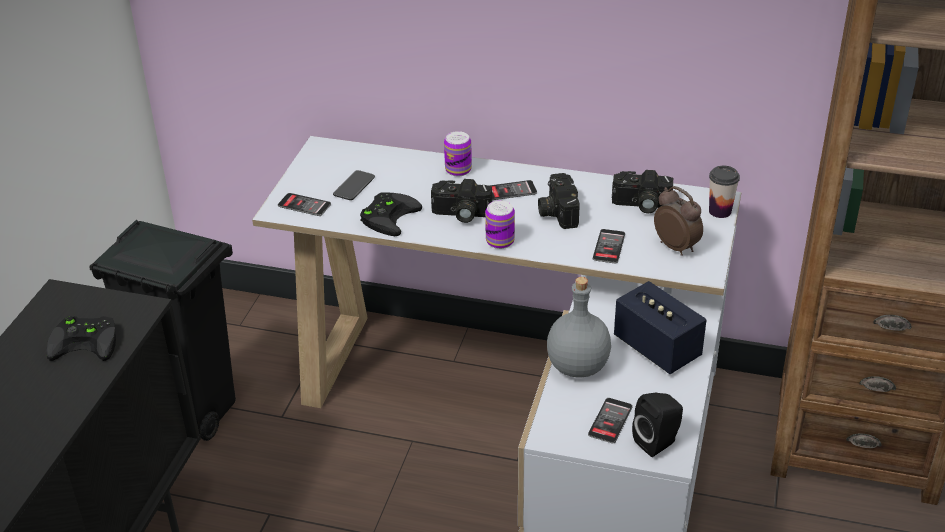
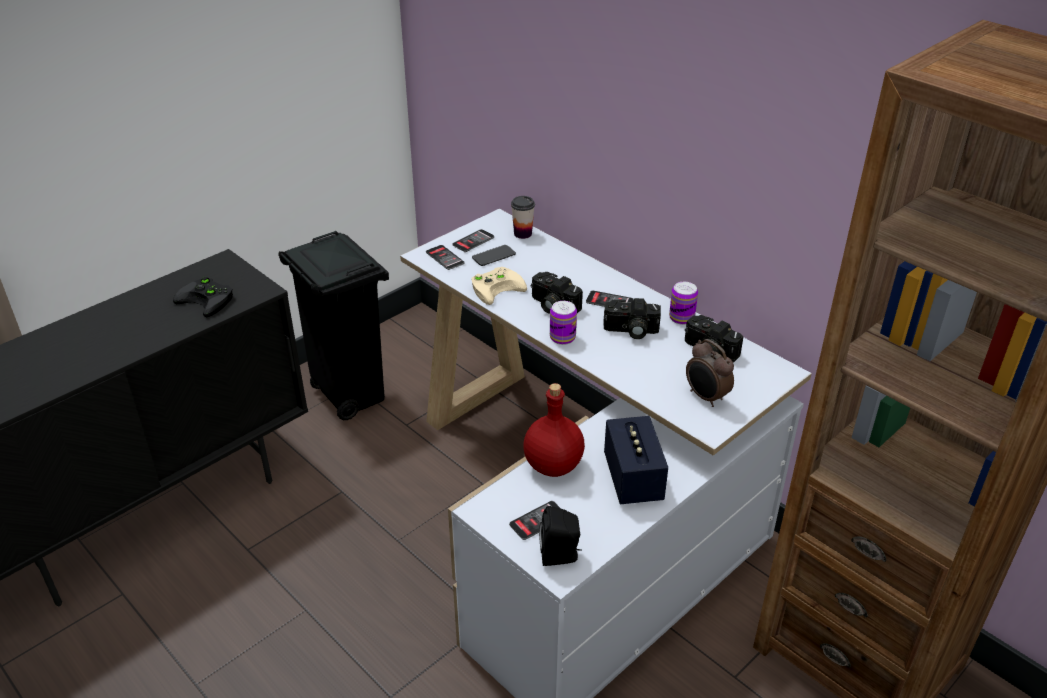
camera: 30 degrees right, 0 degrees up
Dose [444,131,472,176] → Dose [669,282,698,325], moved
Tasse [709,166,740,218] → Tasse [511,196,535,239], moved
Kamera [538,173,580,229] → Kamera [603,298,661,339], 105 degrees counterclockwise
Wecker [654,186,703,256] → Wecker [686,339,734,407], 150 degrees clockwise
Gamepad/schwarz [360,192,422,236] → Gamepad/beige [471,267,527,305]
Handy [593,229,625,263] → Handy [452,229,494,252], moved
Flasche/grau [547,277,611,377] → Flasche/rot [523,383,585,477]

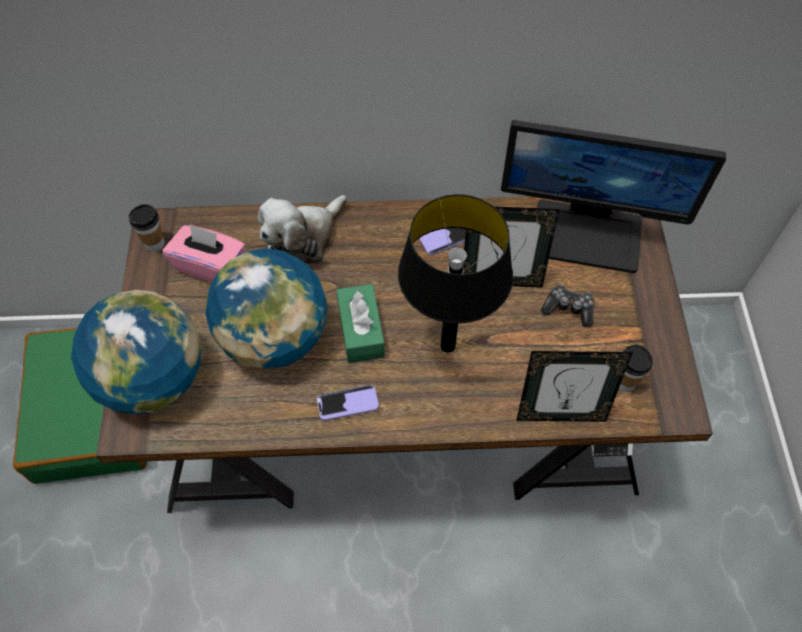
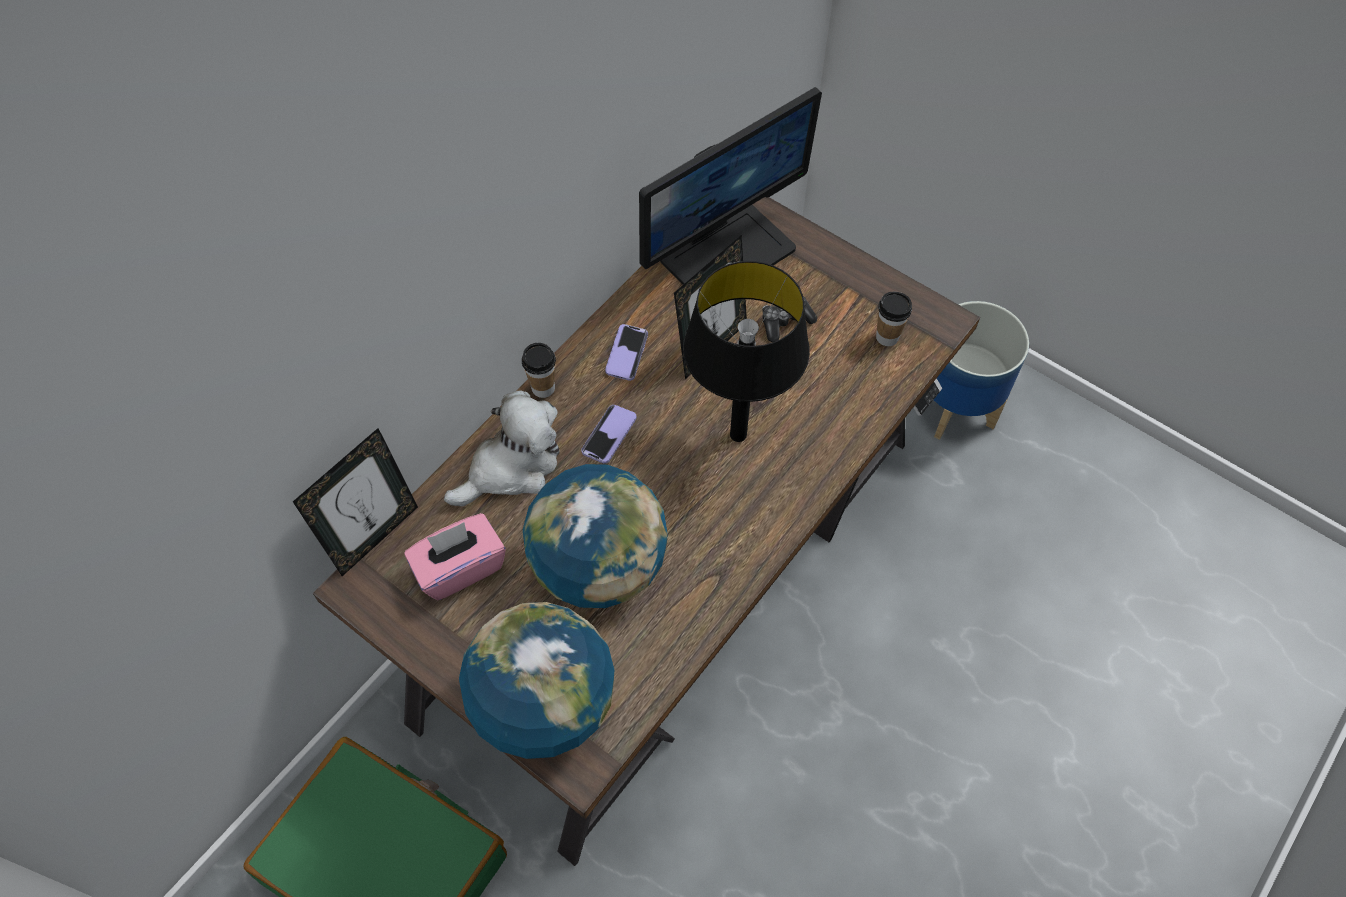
camera: 50 degrees left, 0 degrees up
Plüschtier [258,195,347,264] → Plüschtier [444,390,560,507], 120 degrees counterclockwise
Tasse [129,204,165,252] → Tasse [522,343,556,398], moved
Taschentuchbox/grün [336,284,385,363] → -
Bilderrahmen [516,351,633,422] → Bilderrahmen [293,428,418,576], moved
Handy [317,385,379,421] → Handy [581,405,637,463], moved
- → Pflanzkübel [934,301,1029,440]

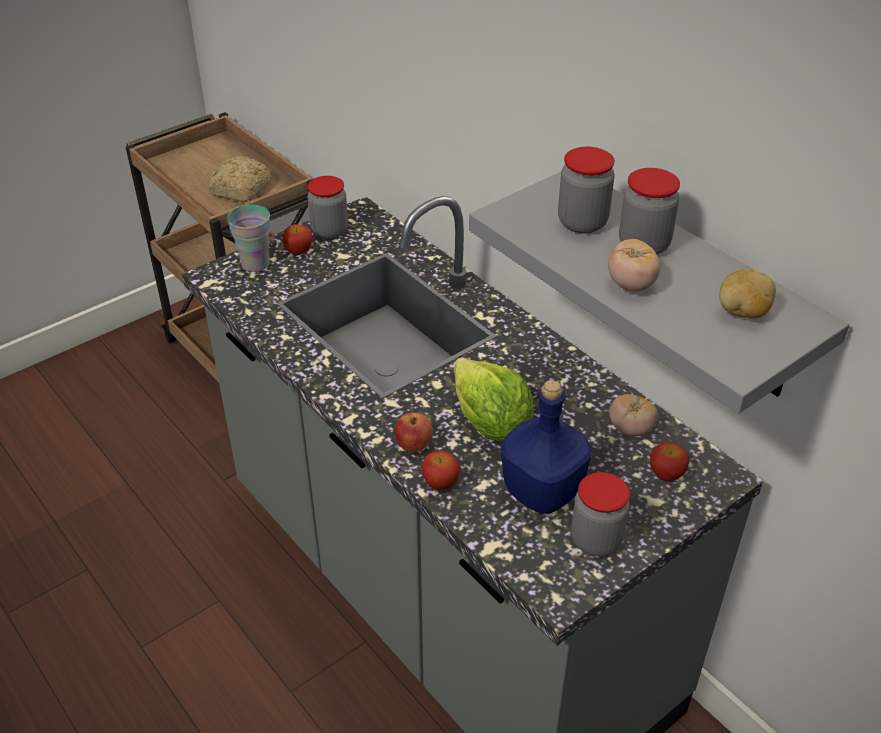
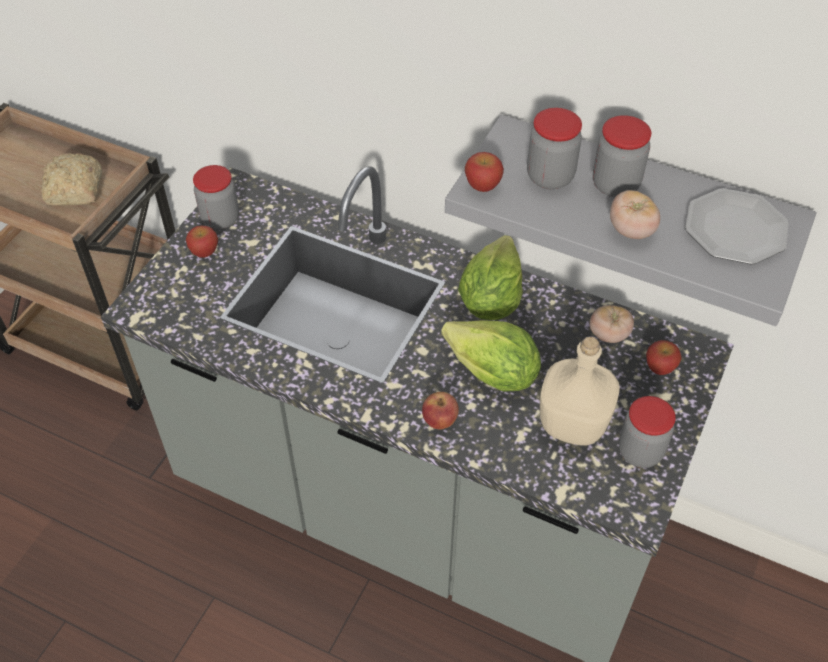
camera: 25 degrees left, 10 degrees up
Tasse [227,205,270,272] → -
Kartoffel [719,269,776,318] → Teller [685,188,788,264]
Flasche/blau [501,380,592,514] → Flasche/beige [540,336,620,446]
Apfel [422,450,460,491] → Apfel [465,152,504,192], moved
- → Salatkopf [458,235,523,320]

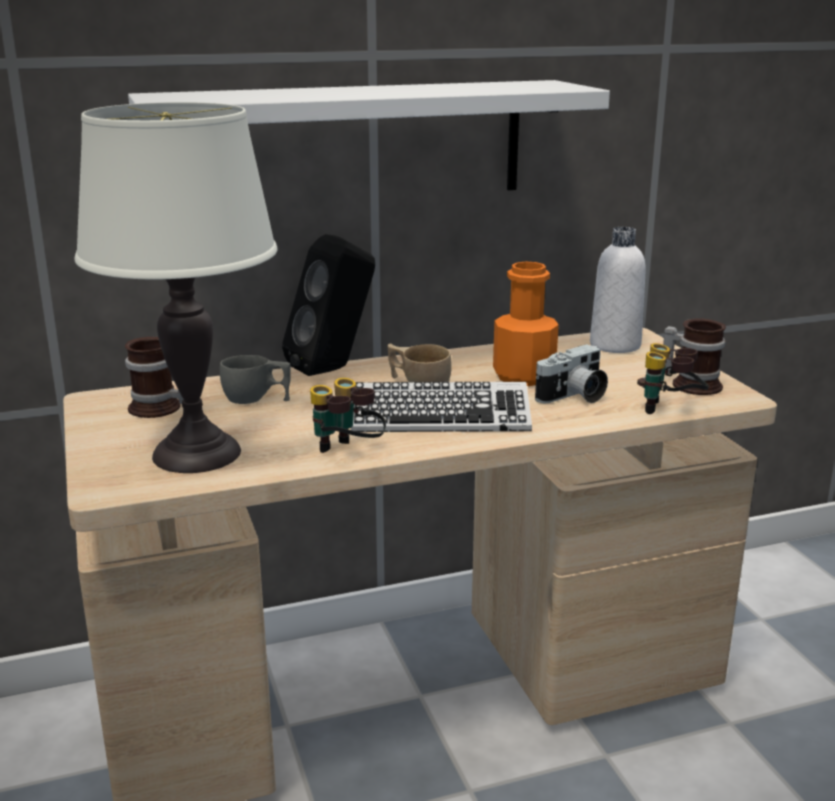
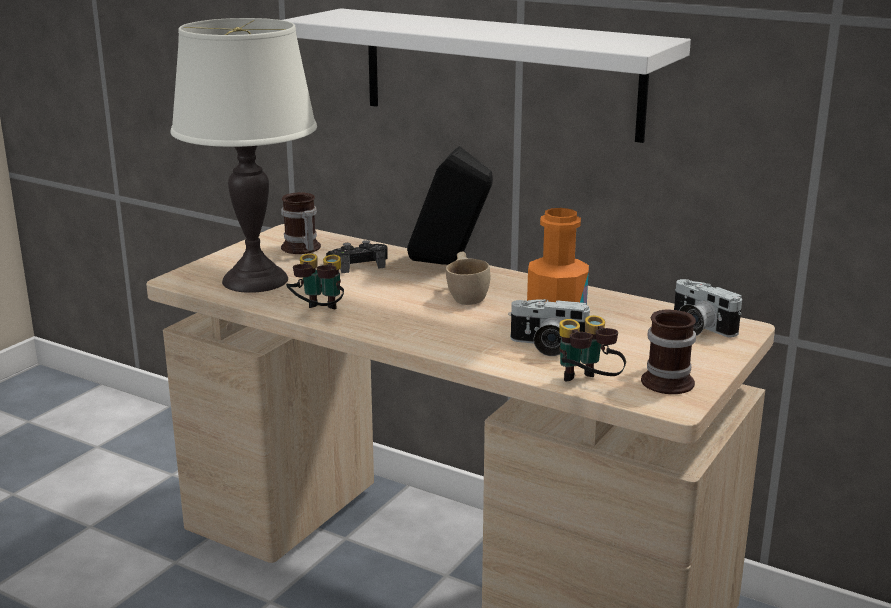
camera: 50 degrees right, 0 degrees up
Flasche/weiß [590,227,646,353] → Kamera [674,279,742,337]
Tasse/grau [220,355,291,404] → Gamepad/schwarz [326,240,388,273]
Tastatur [351,382,532,432] → -

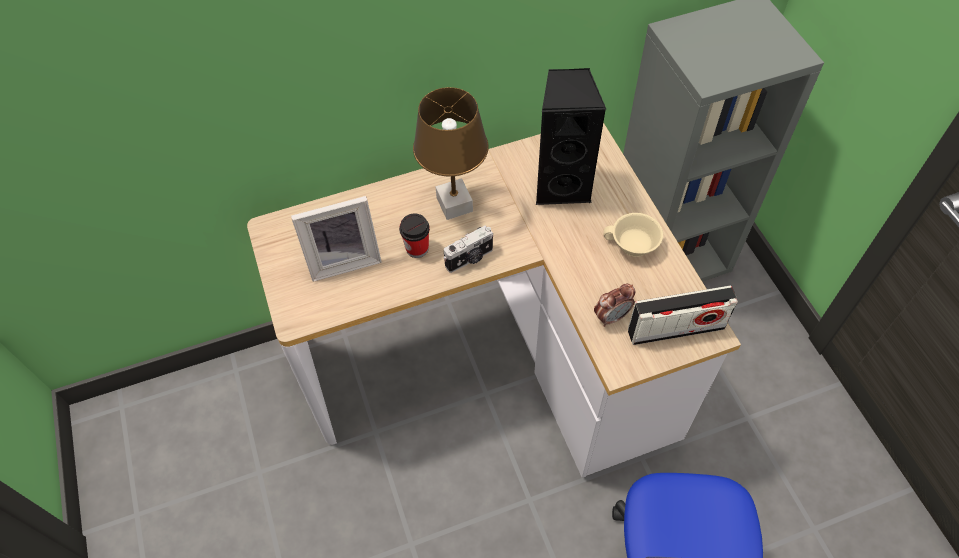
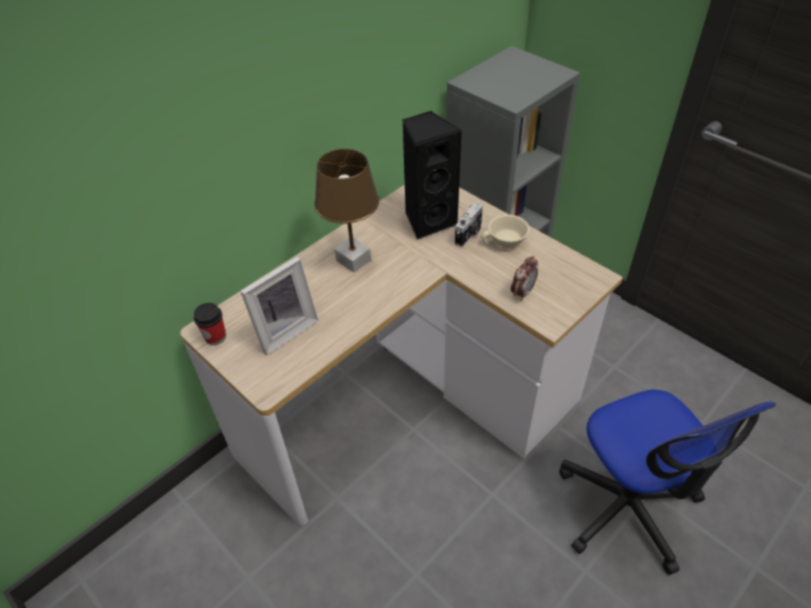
camera: 25 degrees left, 10 degrees down
Tasse [399,214,430,258] → Tasse [194,303,226,345], moved
Kamera [443,226,494,273] → Kamera [455,203,483,247], moved
Radio [628,286,738,345] → -

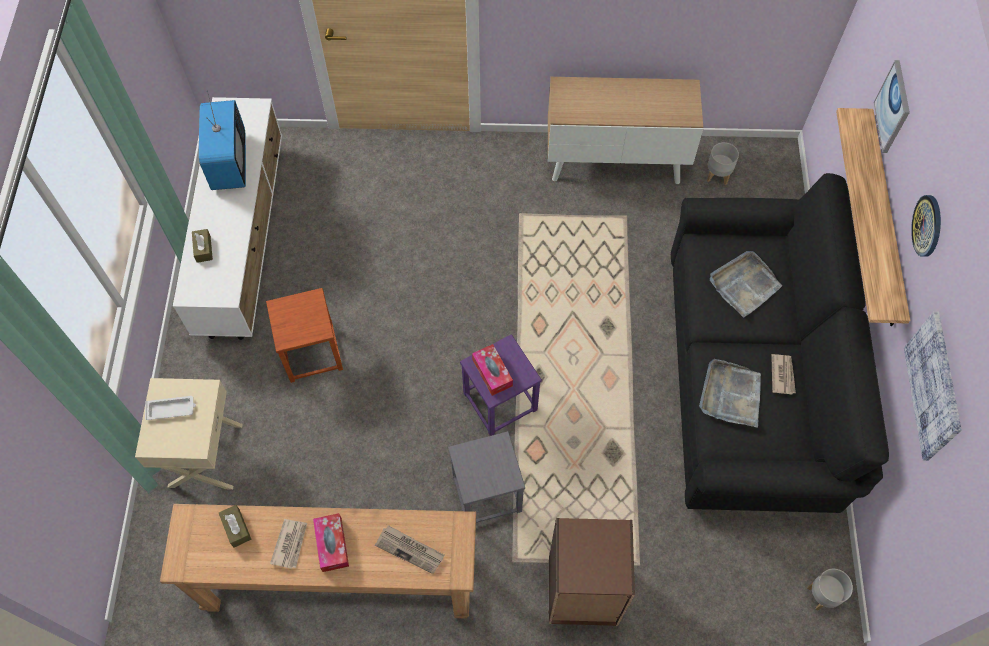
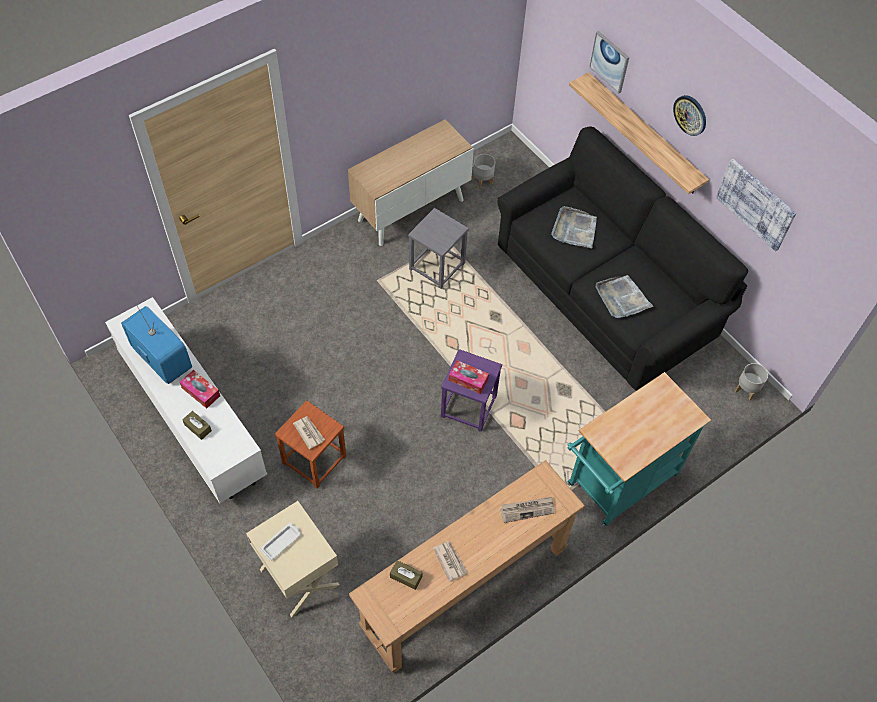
camera: 40 degrees left, 5 degrees down
Zeitung [771,354,796,395] → Zeitung [293,416,325,449], moved
Hocker/grau [448,431,525,523] → Hocker/grau [408,208,469,289], moved
Taschentuchbox [313,513,349,572] → Taschentuchbox [180,370,220,409], moved
Bücherregal/braun [549,518,635,626] → Rollwagen/türkis [567,372,711,526]

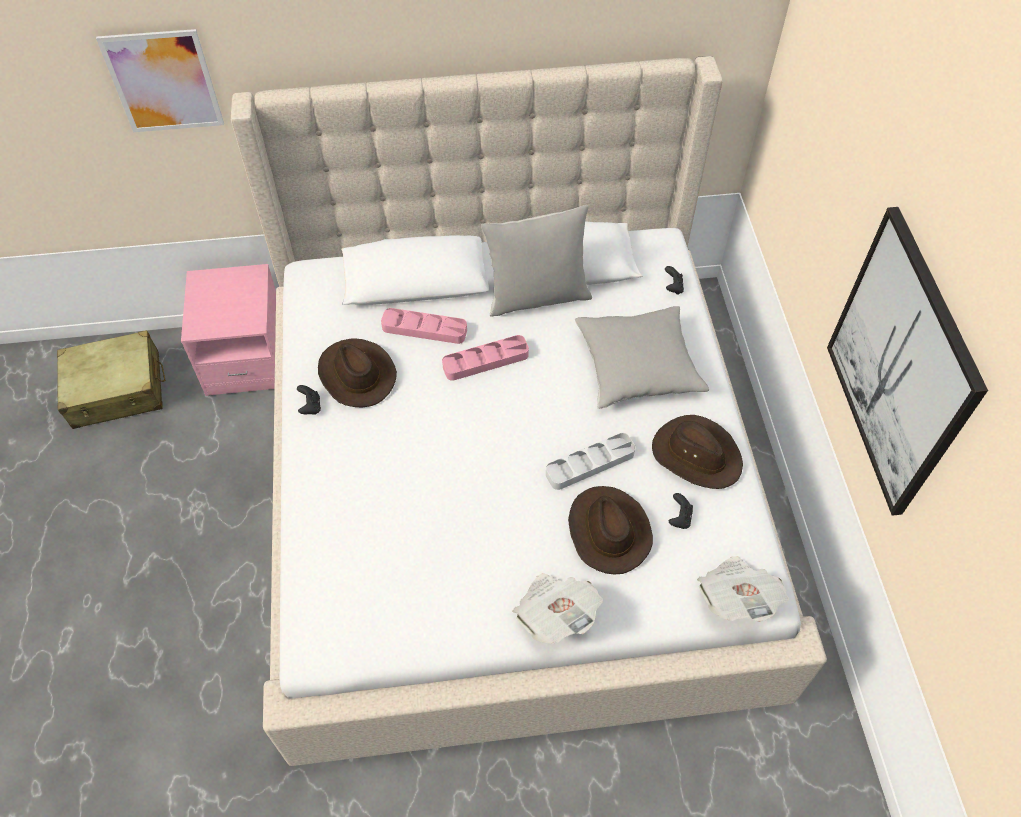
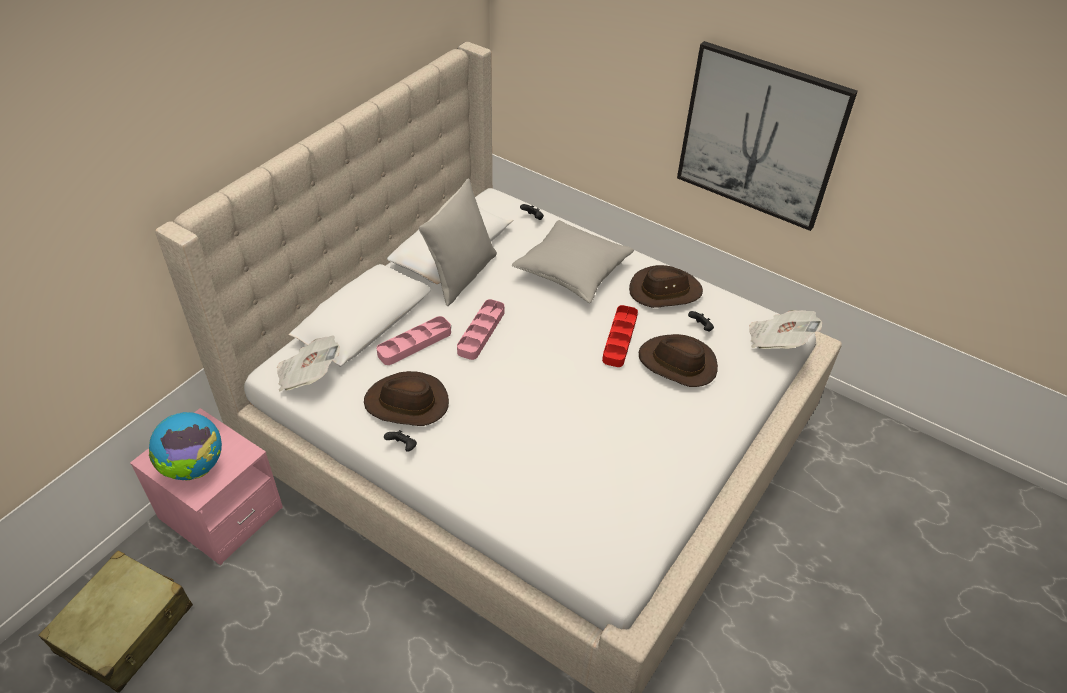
camera: 50 degrees left, 10 degrees down
Bild [96,29,224,132] → -
Tablett/grau [546,433,636,490] → Tablett/rot [602,305,638,367]
Zeitung [513,573,603,643] → Zeitung [277,335,340,392], moved
- → Globus [149,412,222,480]

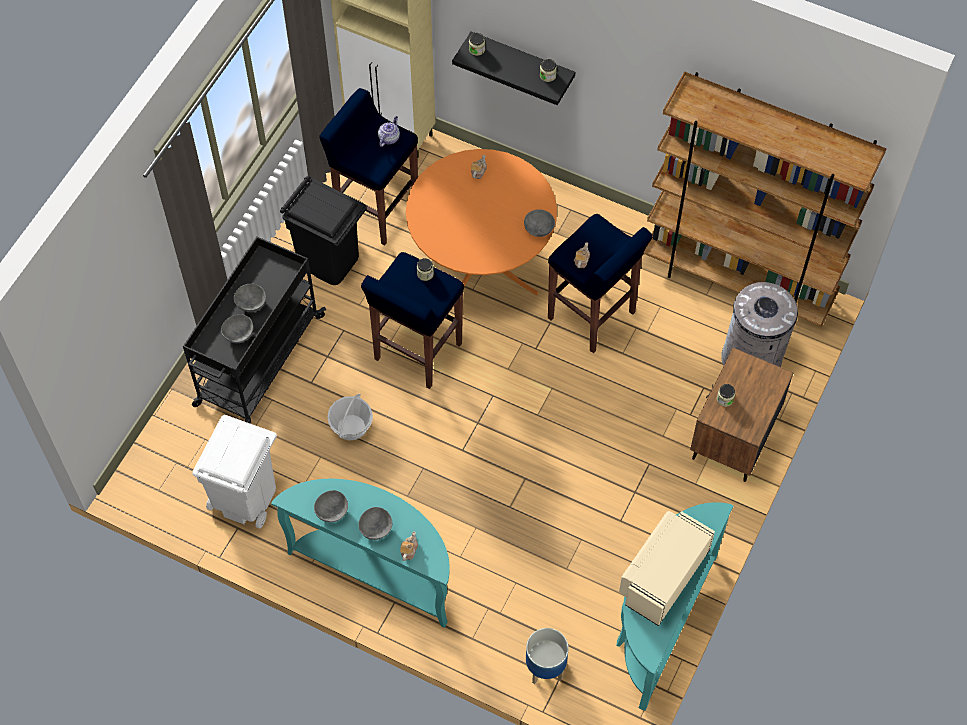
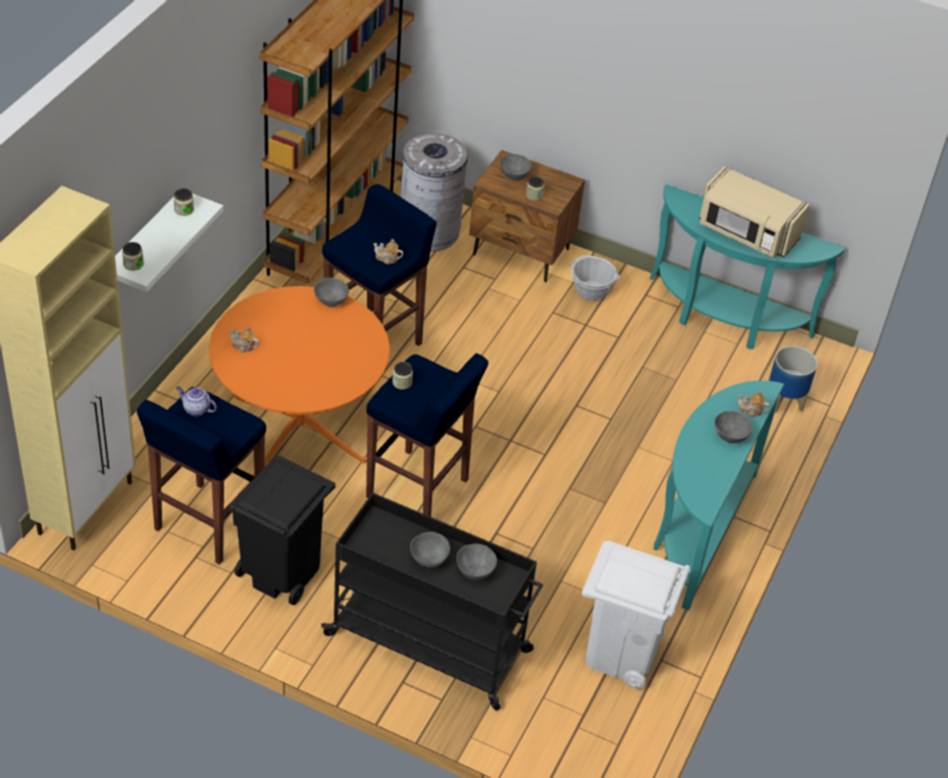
camera: 95 degrees left, 15 degrees down
Wandregal/schwarz [452,31,575,105] → Wandregal/weiß [115,193,224,292]
Korb [327,393,373,440] → Korb [569,255,620,301], moved
Schüssel/grau [314,490,348,522] → Schüssel/grau [500,154,532,180], moved

